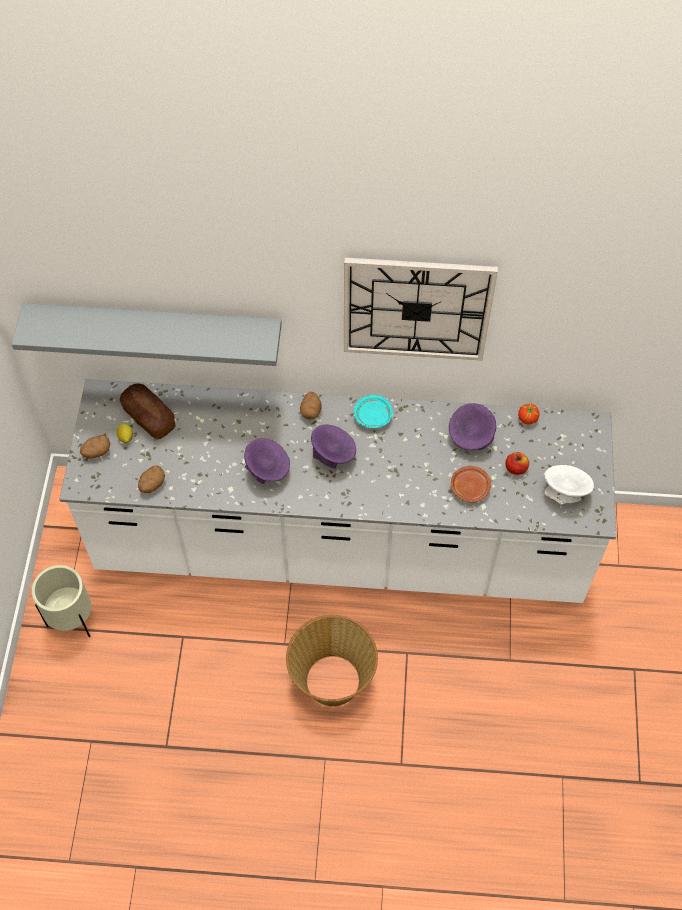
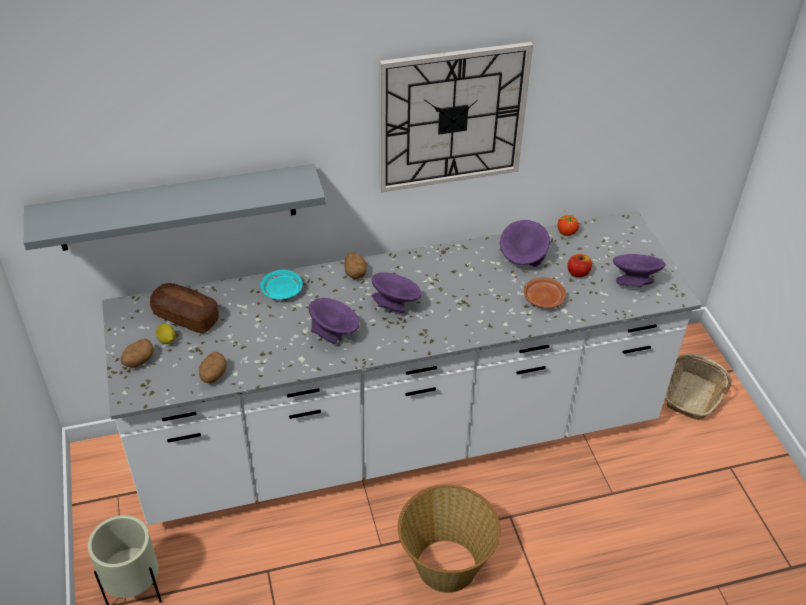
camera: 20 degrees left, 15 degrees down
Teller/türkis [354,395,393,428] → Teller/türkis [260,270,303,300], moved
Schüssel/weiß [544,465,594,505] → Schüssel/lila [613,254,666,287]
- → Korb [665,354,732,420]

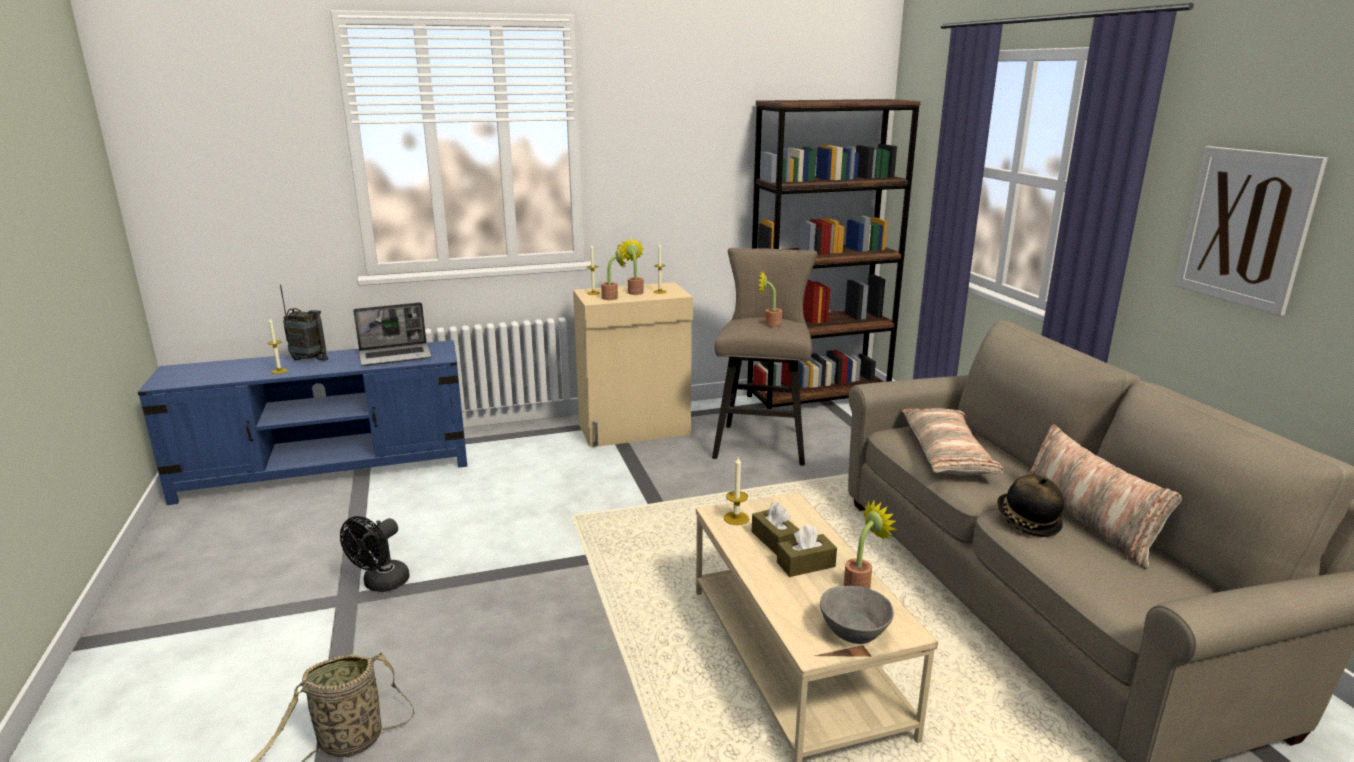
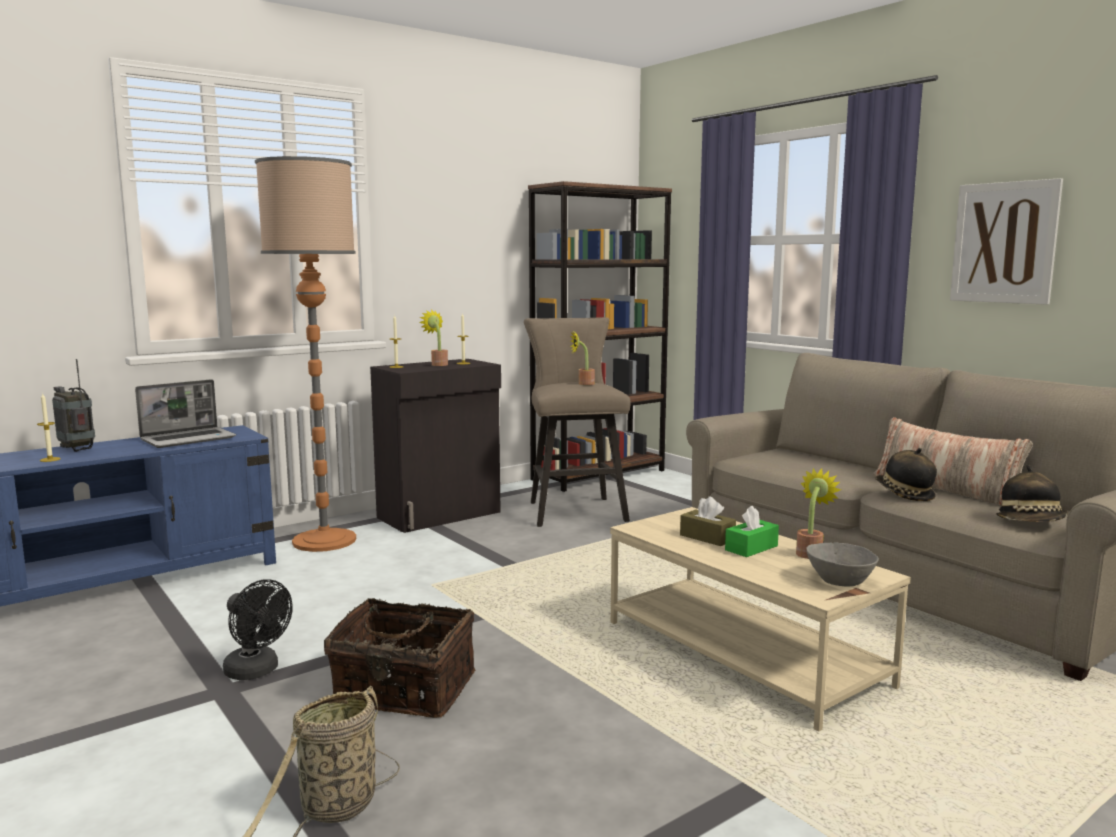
camera: 20 degrees left, 10 degrees down
Topfpflanze [601,245,627,300] → -
Schrank/beige [573,282,693,447] → Schrank/schwarz [370,359,501,533]
Radio [280,284,328,361] → Radio [52,359,95,452], 135 degrees counterclockwise
Kissen [902,408,1004,475] → -
Kerze [724,457,749,525] → -
Ventilator/schwarz [340,516,410,592] → Ventilator/schwarz [223,580,293,680], 60 degrees counterclockwise
Taschentuchbox/braun [777,525,837,577] → Taschentuchbox/grün [725,505,779,557]
- → Stehlampe [255,156,356,552]
- → Hut [996,465,1068,522]
- → Korb [324,598,476,718]

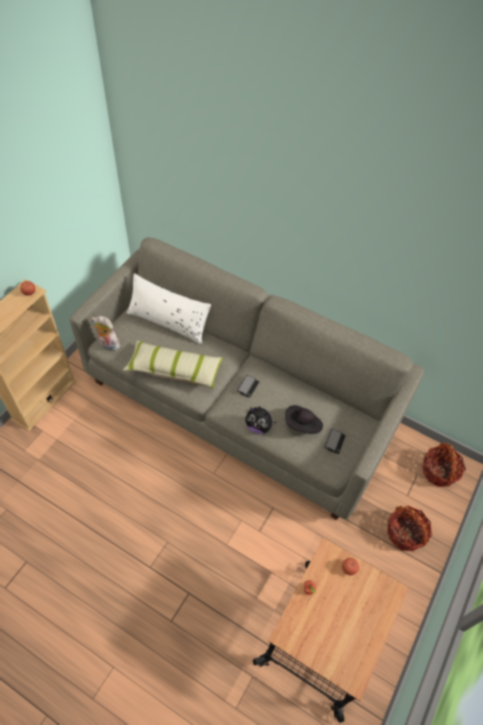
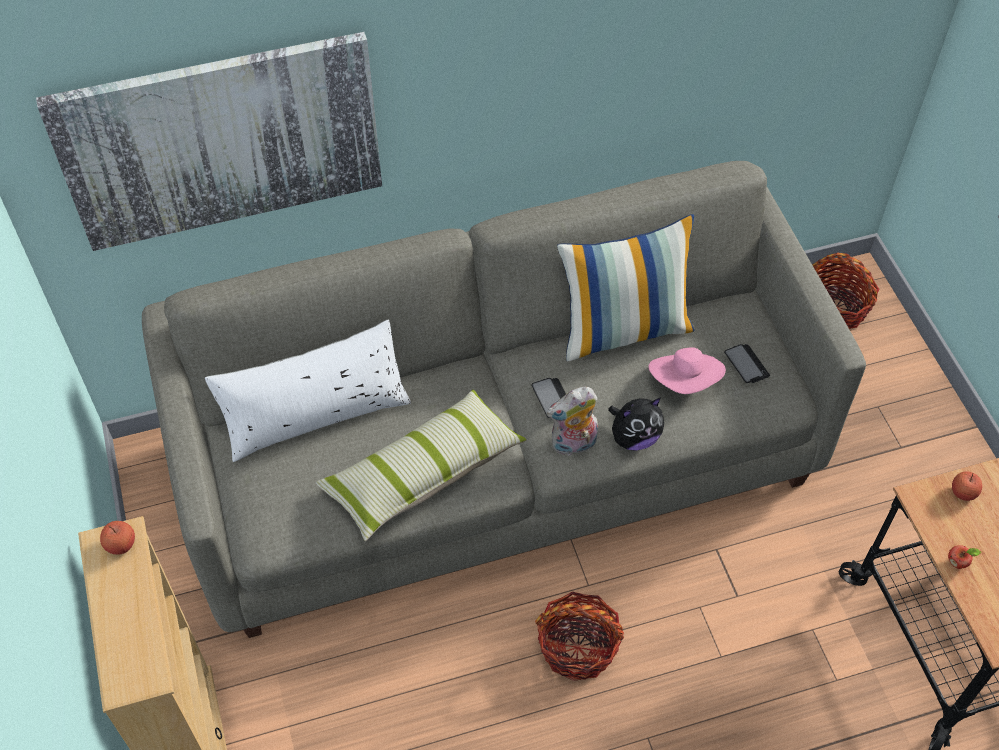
camera: 45 degrees left, 0 degrees up
Plüschtier [91,316,120,351] → Plüschtier [547,387,598,456], moved
Hut/schwarz [285,405,323,434] → Hut/rosa [649,347,726,394]
Korb [387,506,432,551] → Korb [535,592,624,681], moved
- → Bild [36,32,382,251]
- → Kissen [557,214,694,362]

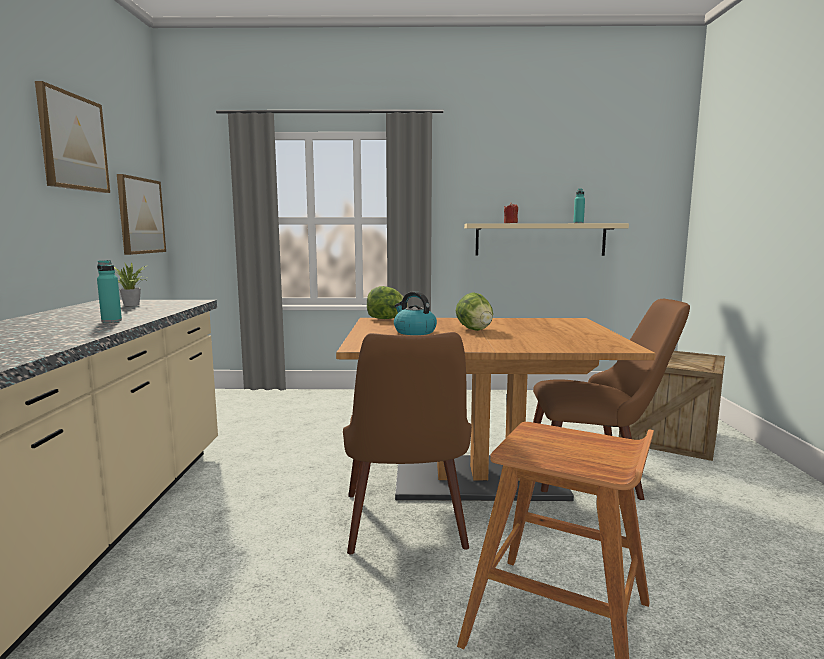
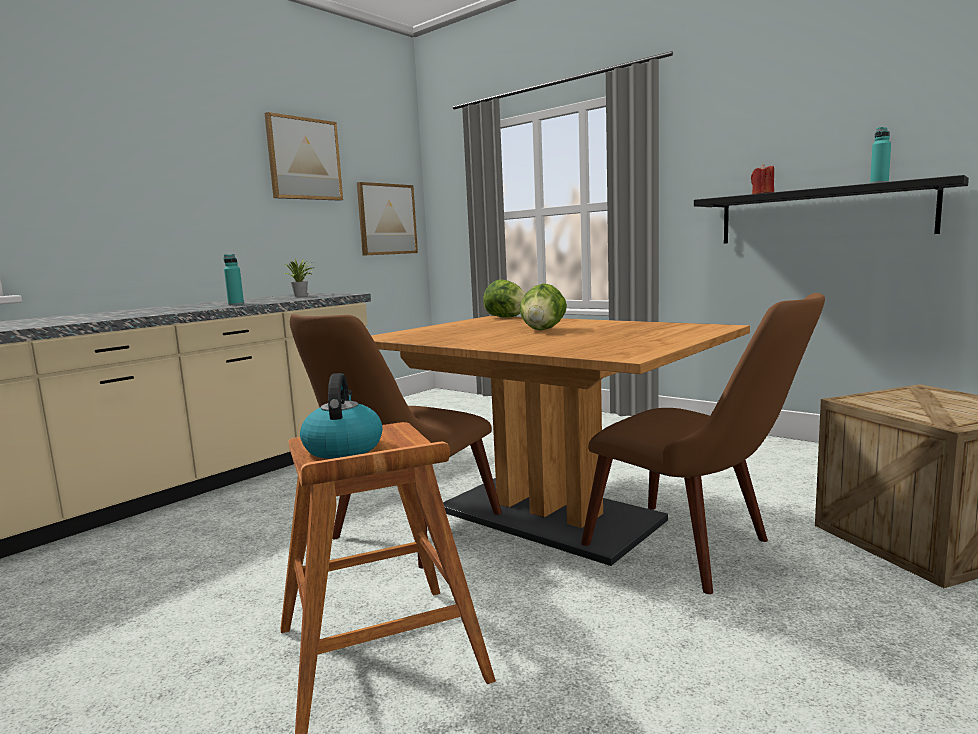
camera: 40 degrees right, 0 degrees up
Wandregal/beige [464,223,629,256] → Wandregal/schwarz [694,175,969,244]
Wasserkessel [394,291,437,335] → Wasserkessel [300,373,383,459], moved

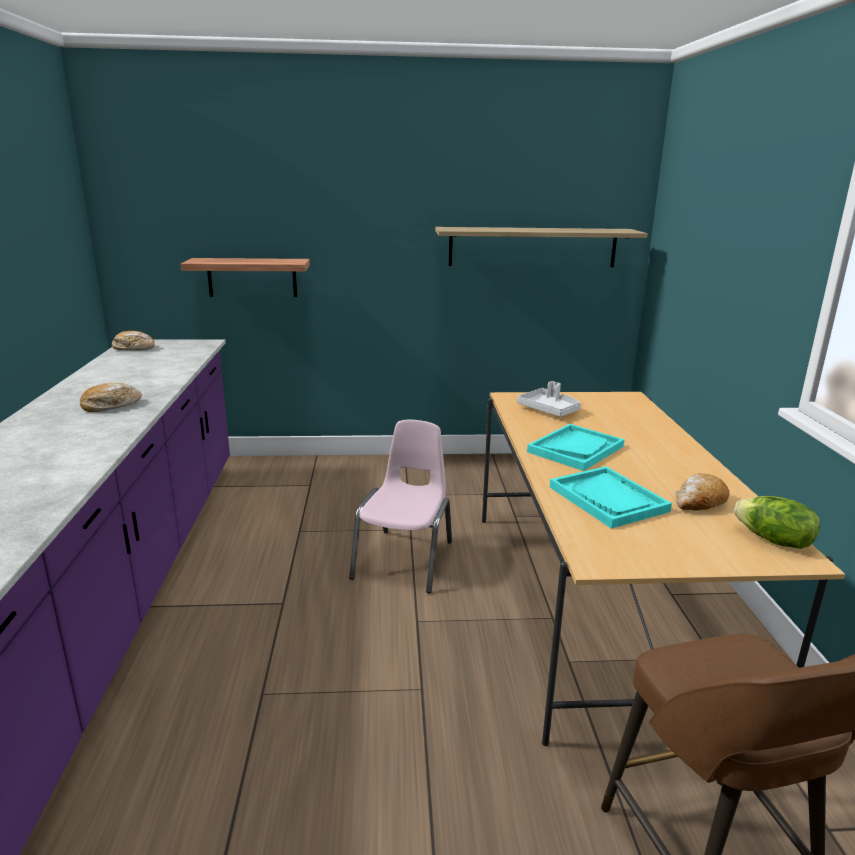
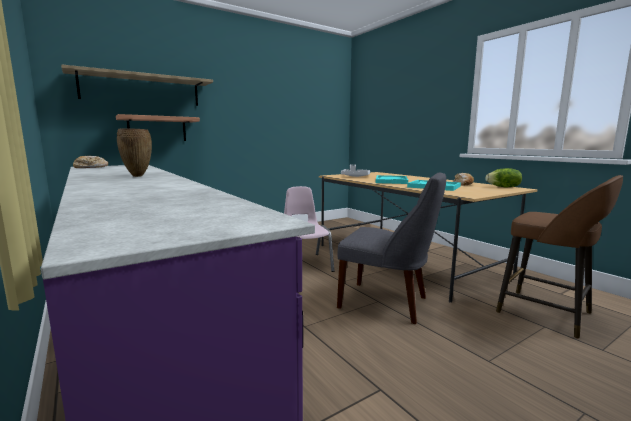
camera: 30 degrees left, 10 degrees down
Wandregal [435,227,648,267] → Wandregal [61,64,213,106], moved
Brot [80,383,142,412] → Vase/braun [117,128,152,177]
- → Stuhl/grau [337,172,446,324]

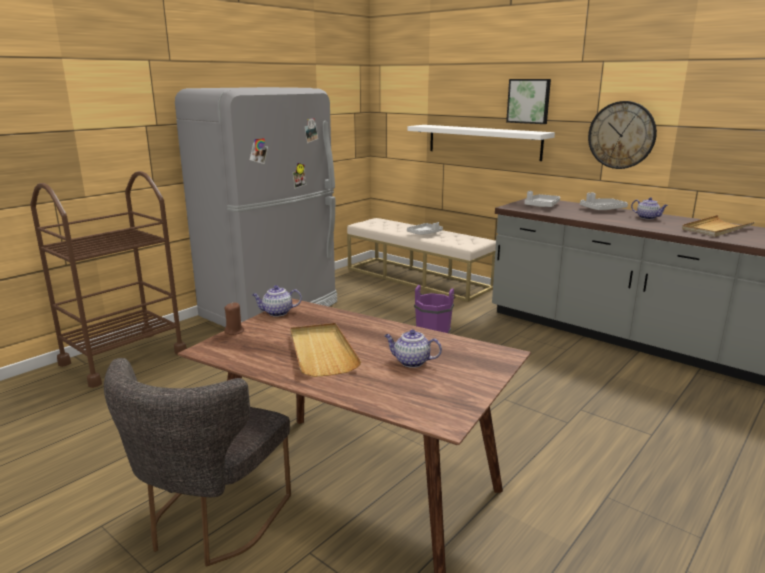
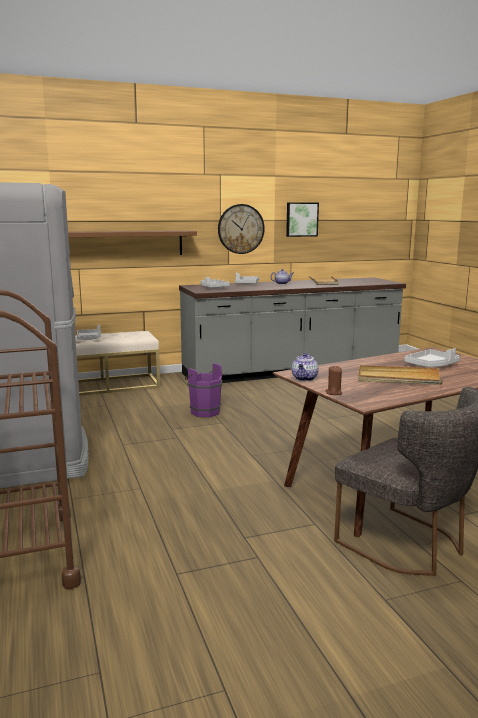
camera: 60 degrees left, 5 degrees down
Bild [506,79,551,124] → Bild [286,202,319,237], moved
Wandregal/weiß [407,125,555,161] → Wandregal/braun [68,230,197,255]
Teekanne [384,330,442,368] → Tablett/grau [404,348,460,367]

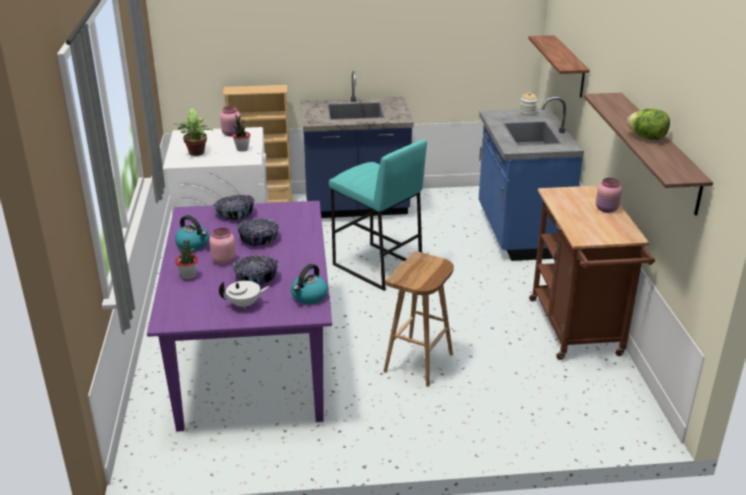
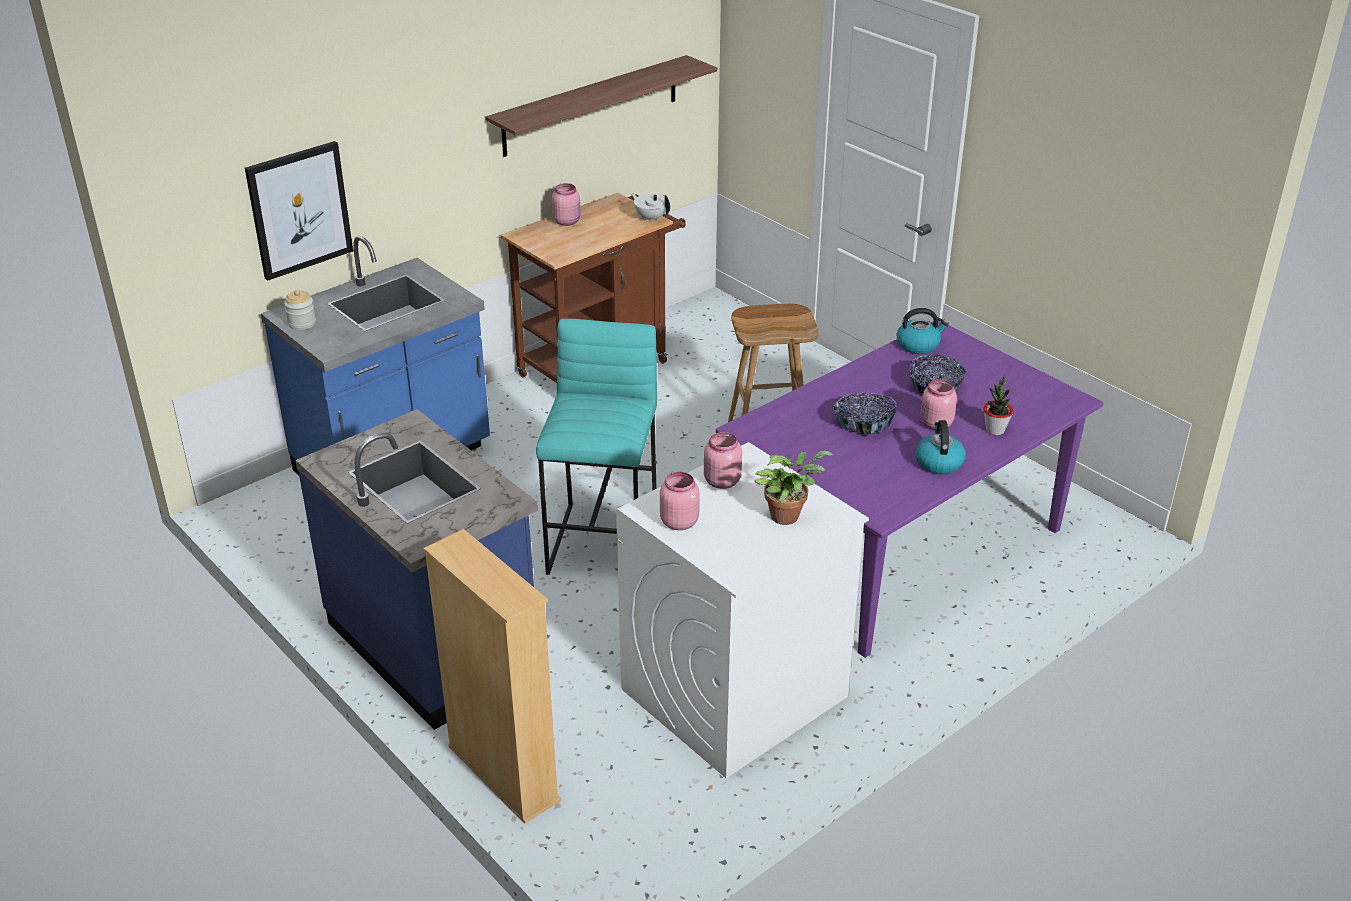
camera: 125 degrees left, 5 degrees up
Wandregal [528,35,590,98] → Bild [245,141,353,281]
Salatkopf [627,108,670,140] → -
Topfpflanze [232,115,250,151] → Vorratsglas/rosa [704,432,742,489]
Schüssel [213,195,255,220] → -
Teekanne/weiß [219,281,270,309] → Teekanne/weiß [631,193,670,221], moved

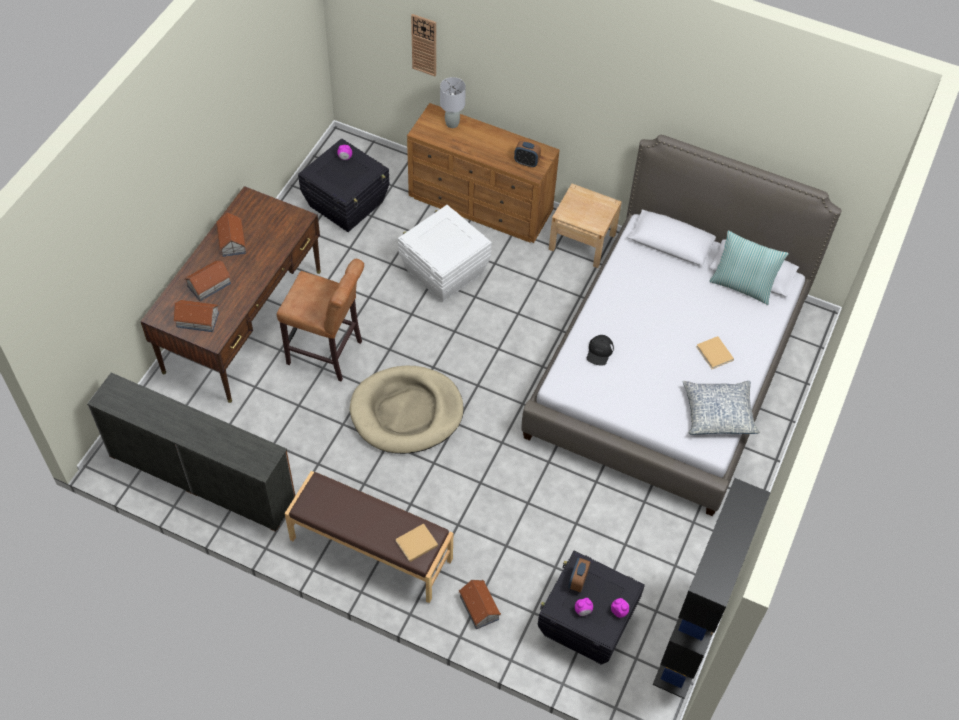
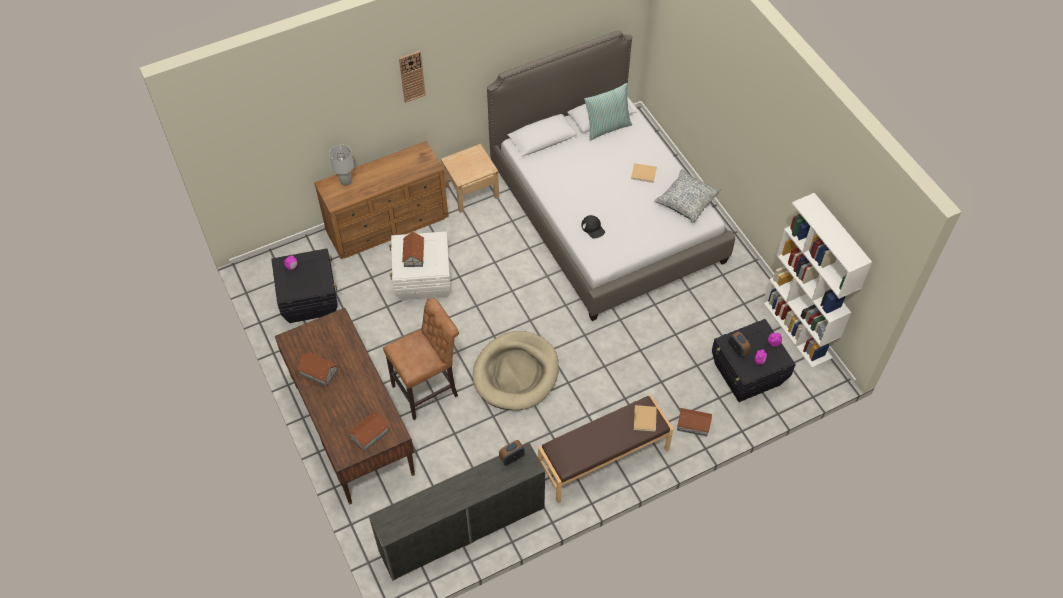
camera: 50 degrees left, 0 degrees up
Wanduhr [411,14,436,76] → Wanduhr [399,51,426,103], moved
Wecker [514,141,541,168] → Wecker [499,440,525,466], moved
Spielzeughaus [184,261,231,301] → Spielzeughaus [402,232,424,267], moved
Bücherregal/schwarz [652,478,771,699] → Bücherregal/weiß [762,193,872,368]

